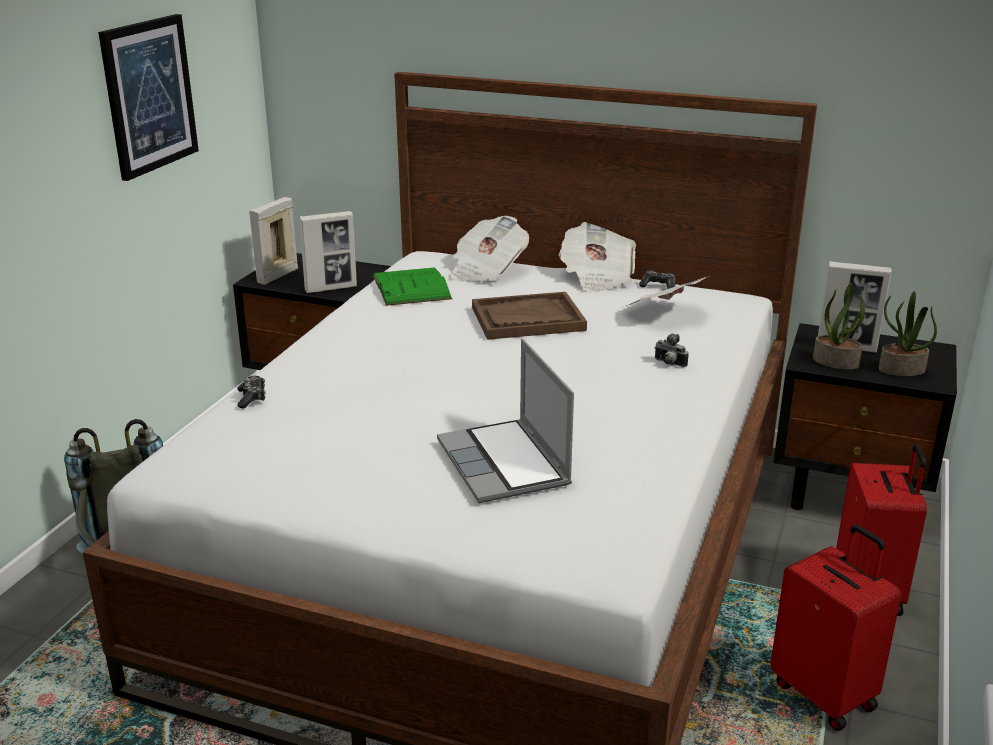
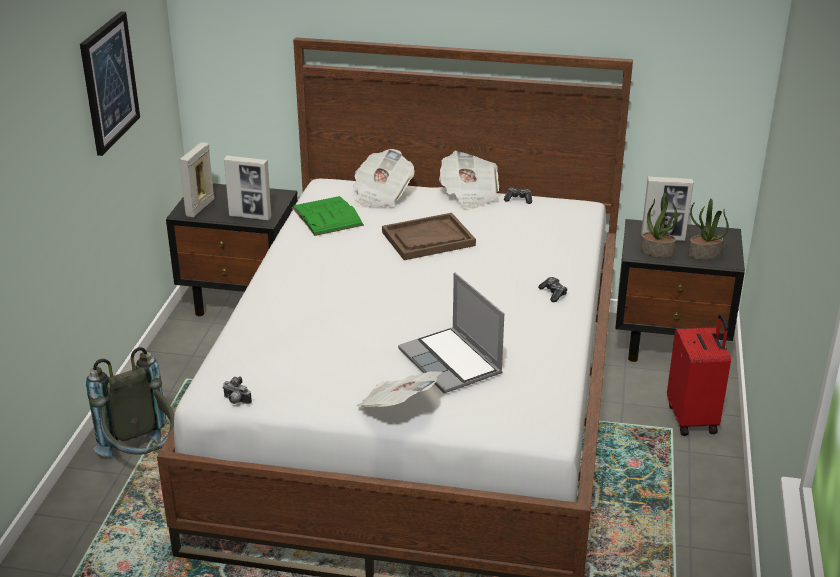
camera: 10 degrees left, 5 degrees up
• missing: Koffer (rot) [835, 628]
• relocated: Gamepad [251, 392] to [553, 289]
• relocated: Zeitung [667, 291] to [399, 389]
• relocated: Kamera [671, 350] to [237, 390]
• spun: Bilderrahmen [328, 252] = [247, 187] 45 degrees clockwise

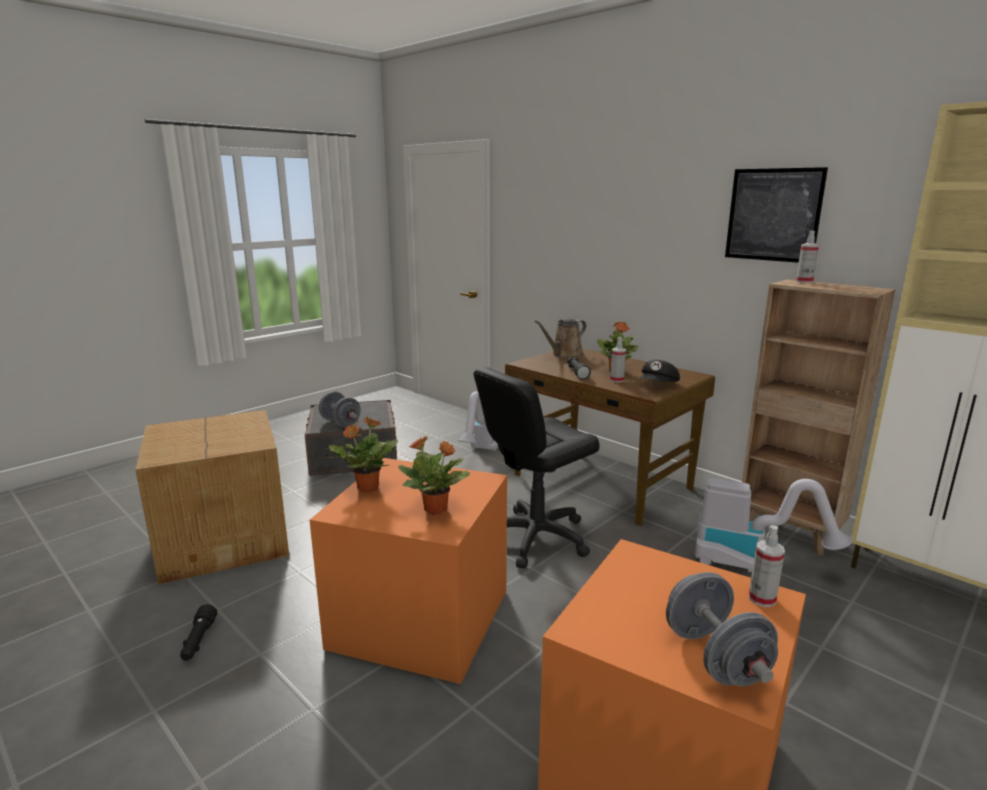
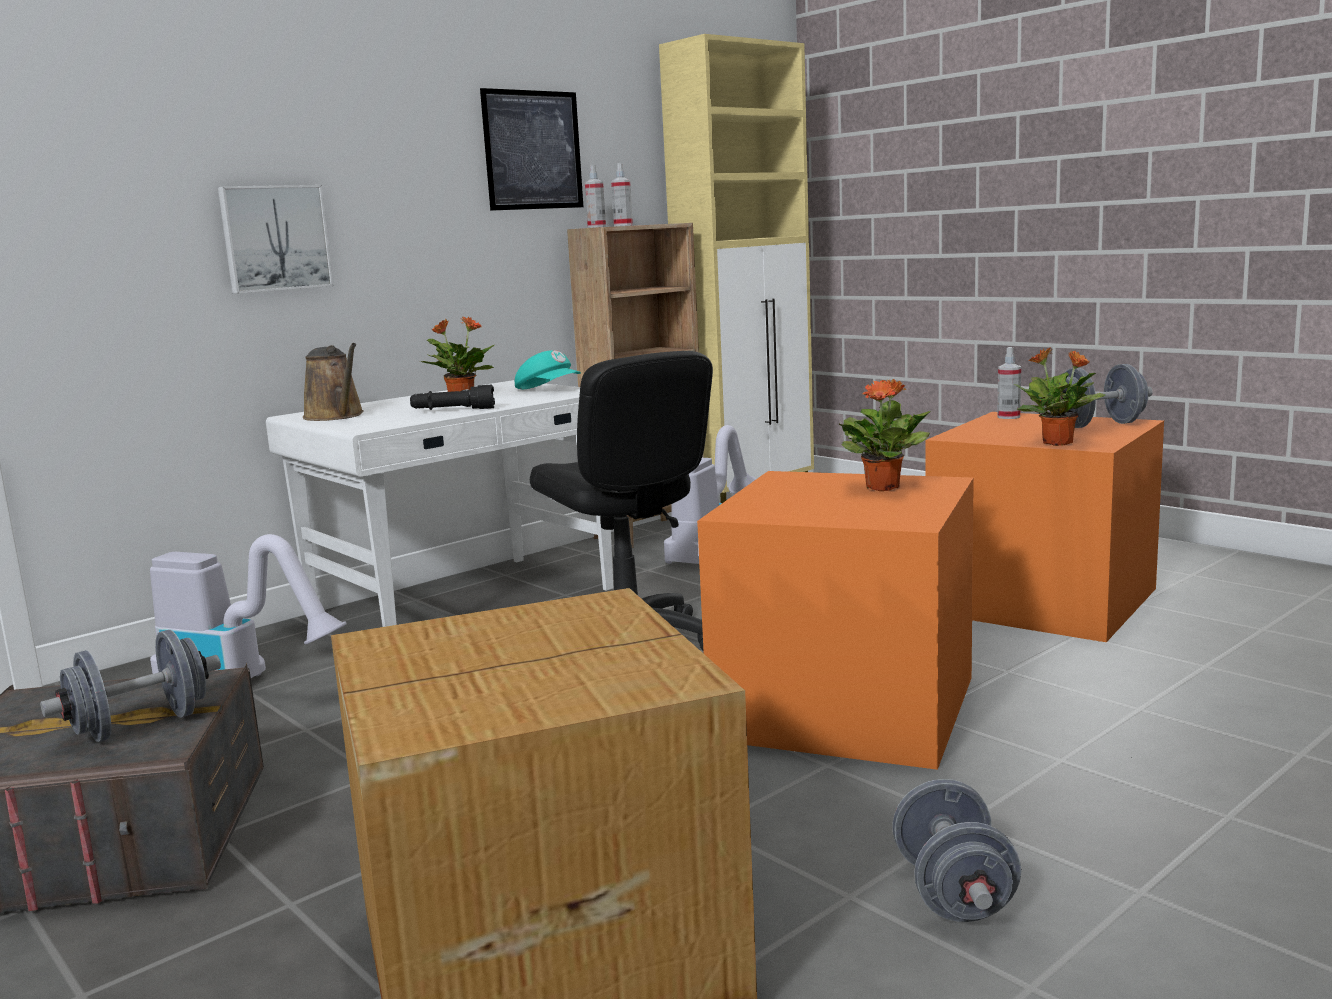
camera: 85 degrees left, 5 degrees down
• appeared: Bild [276, 239]
• relocated: Topfpflanze [363, 454] to [1059, 396]
• relocated: Sprühflasche [618, 360] to [622, 194]
• exchanged: Taschenlampe (schwarz) [198, 632] to Hantel (grau) [956, 850]
• colour: Schreibtisch (braun) [610, 437] to Schreibtisch (weiß) [439, 503]
• colour: Kappe (schwarz) [660, 371] to Kappe (türkis) [548, 369]

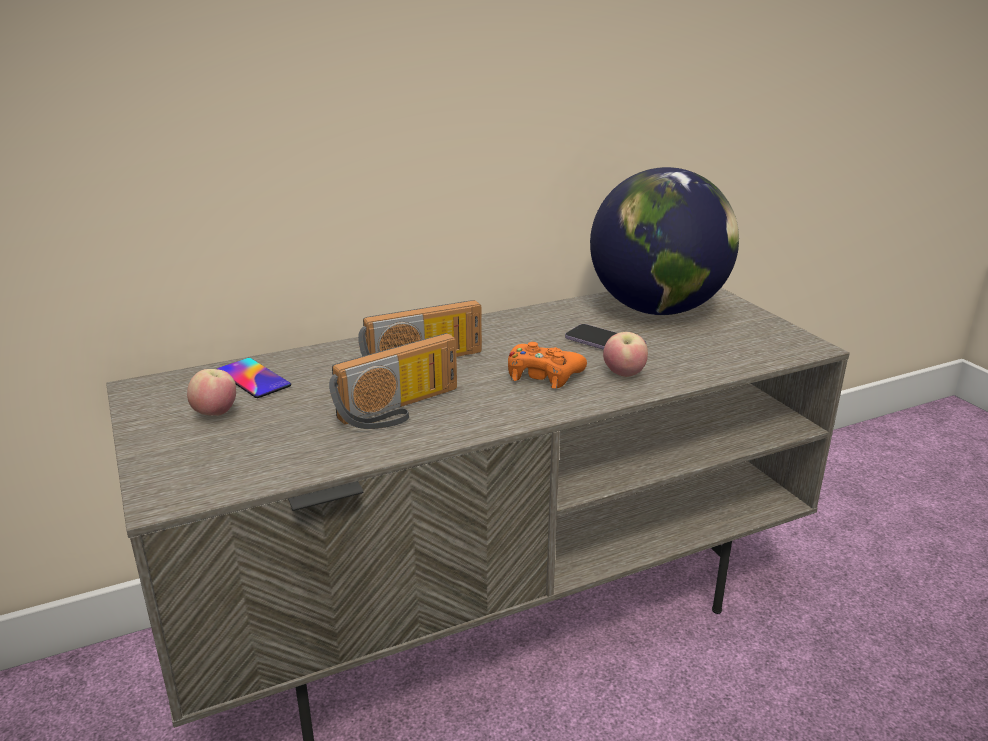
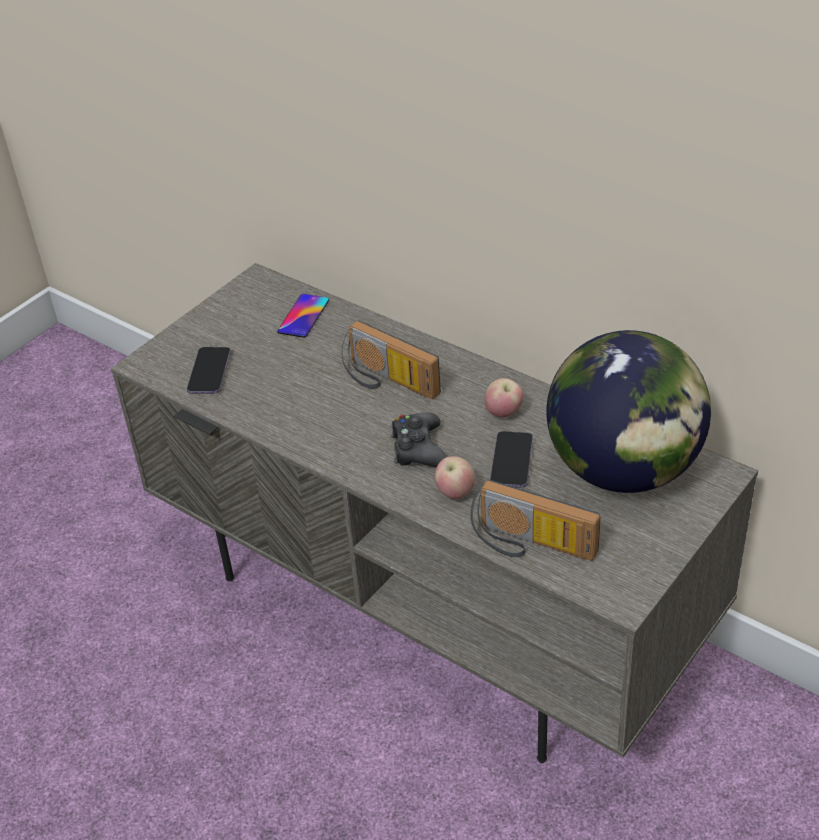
camera: 65 degrees right, 15 degrees up
• appeared: Handy [209, 370]
• relocated: Apfel [211, 392] to [503, 397]
• relocated: Radio [393, 381] to [535, 520]
• colour: Gamepad (orange) [547, 365] to Gamepad (schwarz) [418, 440]

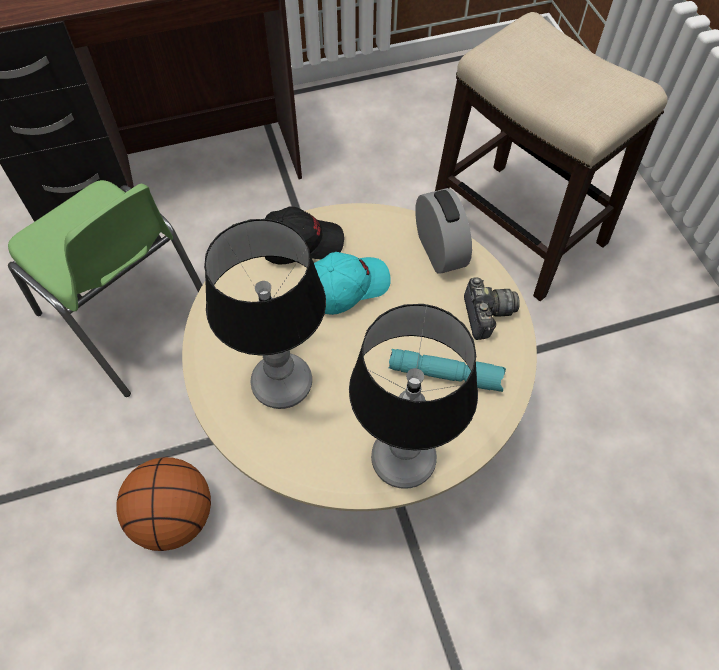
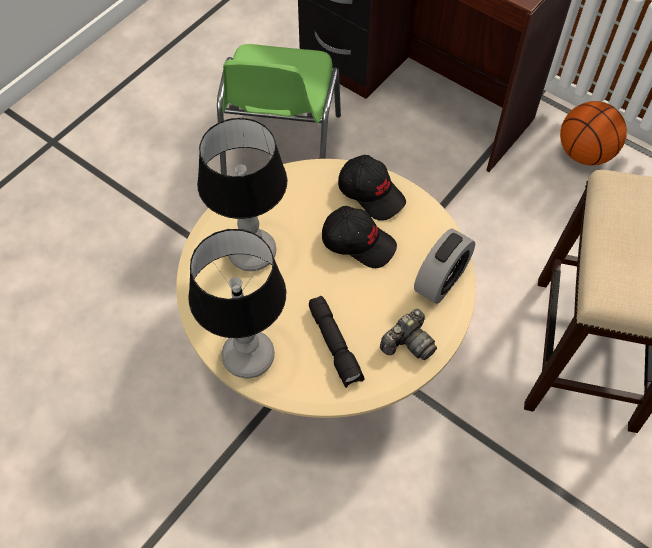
camera: 55 degrees right, 0 degrees up
• relocated: Basketball [163, 504] to [593, 133]
• colour: Kappe (türkis) [352, 283] to Kappe (schwarz) [359, 237]
• colour: Taschenlampe (türkis) [447, 370] to Taschenlampe (schwarz) [337, 342]

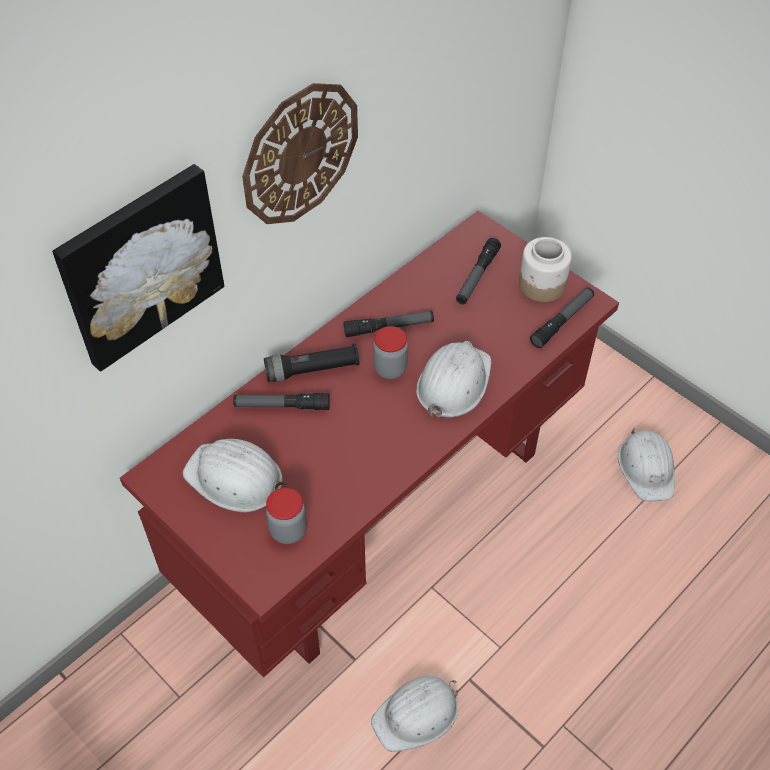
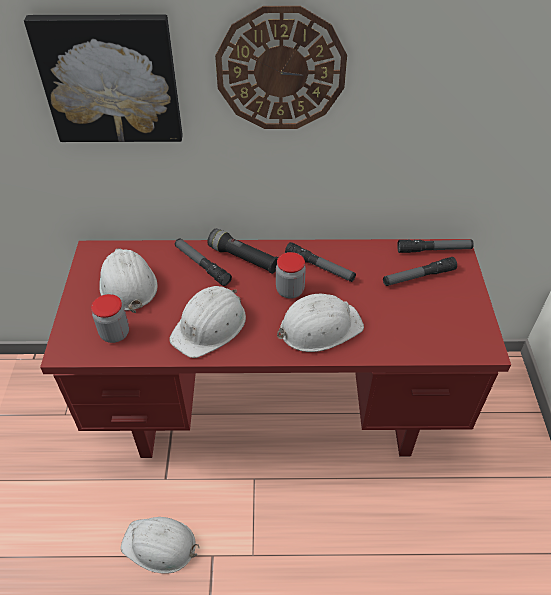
camera: 45 degrees right, 5 degrees down
• missing: Vorratsglas [545, 269]
• relocated: Taschenlampe [562, 318] to [435, 246]
• relocated: Schutzhelm (weiß) [646, 464] to [207, 322]

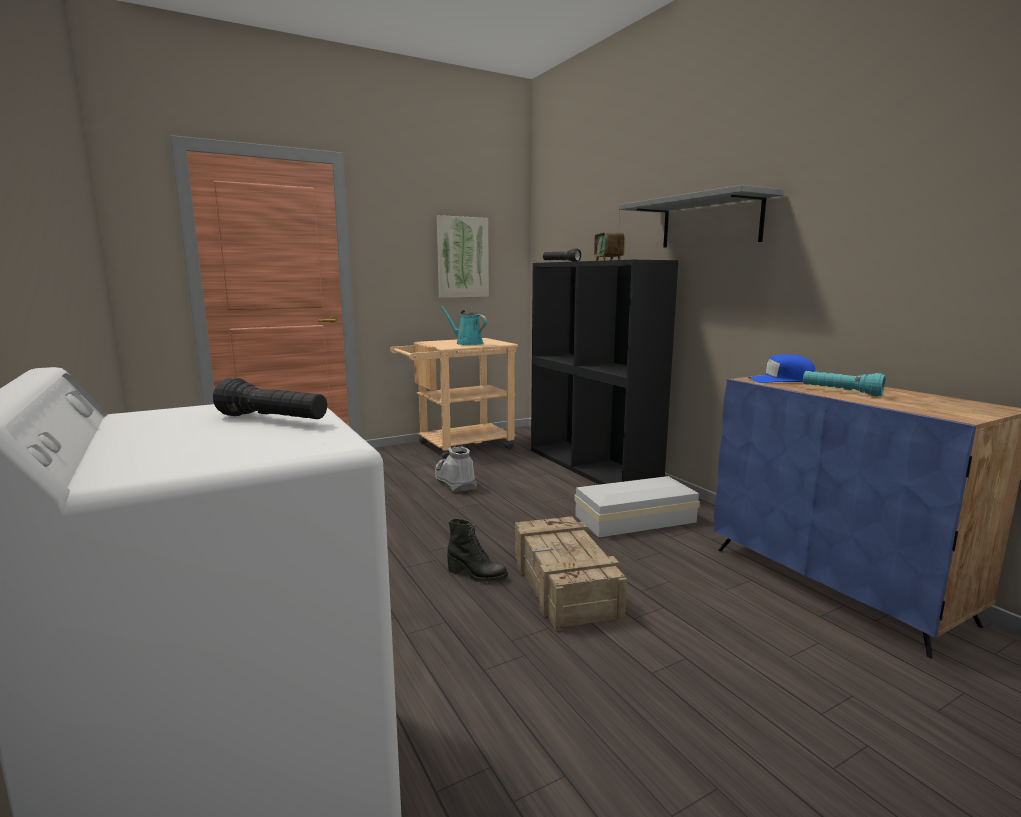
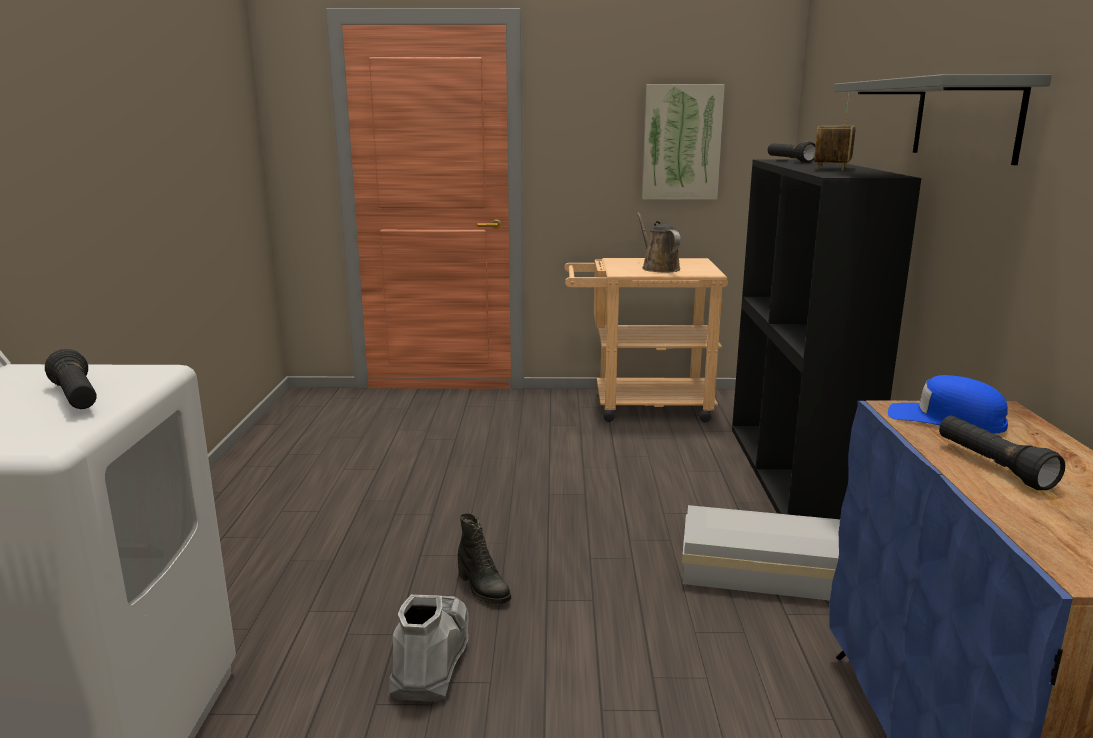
camera: 30 degrees right, 5 degrees up
• missing: Kiste [571, 573]
• relocated: Stiefel (grau) [456, 470] to [429, 647]
• colour: Gießkanne (türkis) [464, 325] to Gießkanne (braun) [658, 242]
• colour: Taschenlampe (türkis) [844, 384] to Taschenlampe (schwarz) [1002, 453]

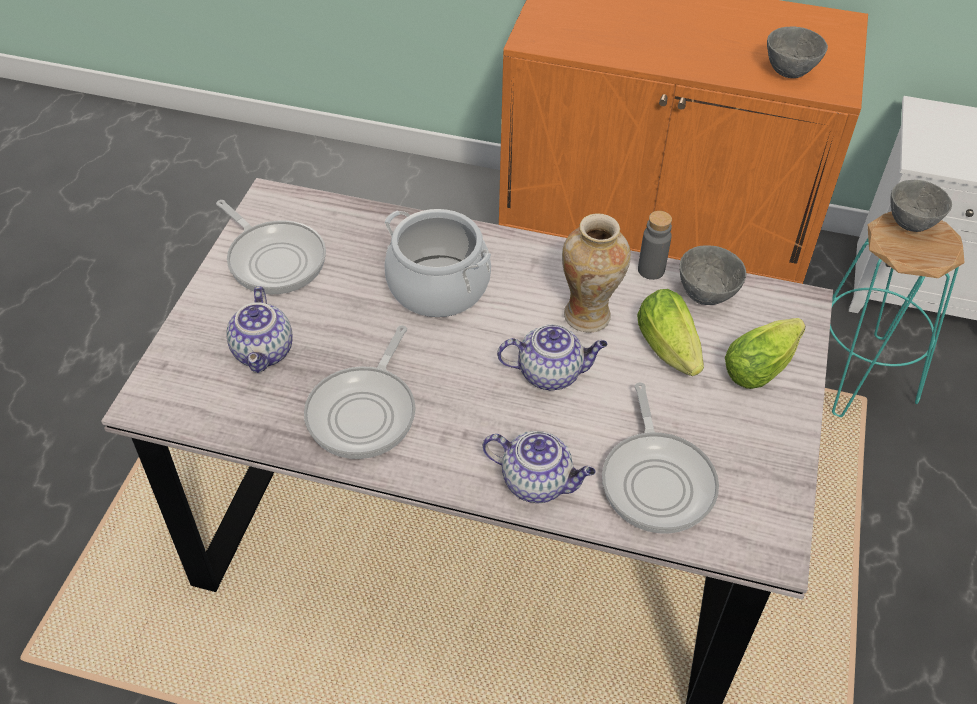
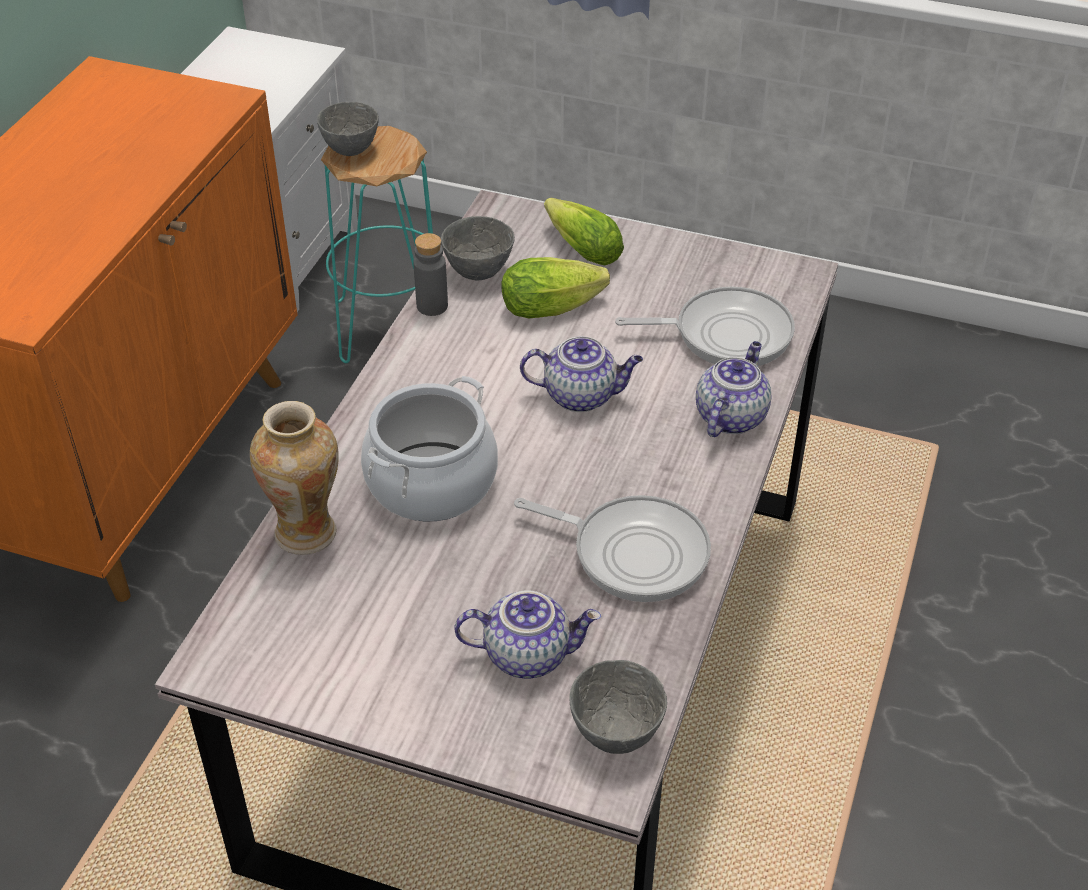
camera: 85 degrees left, 5 degrees down
• missing: Pfanne [271, 247]
• relocated: Vase [596, 273] to [294, 478]
• relocated: Schüssel (grau) [797, 52] to [618, 707]
• spun: Teekanne [552, 357] = [581, 374] 90 degrees clockwise

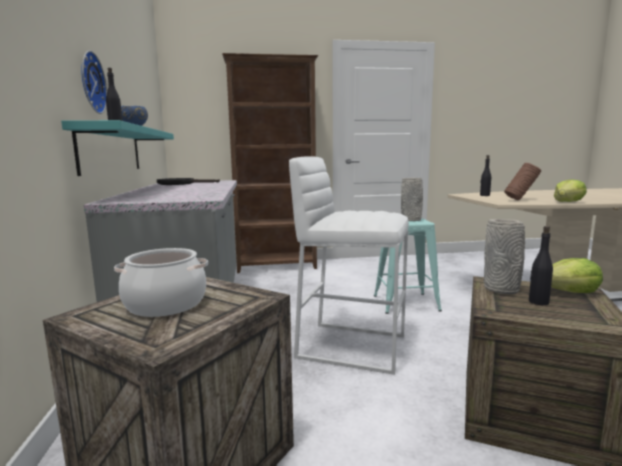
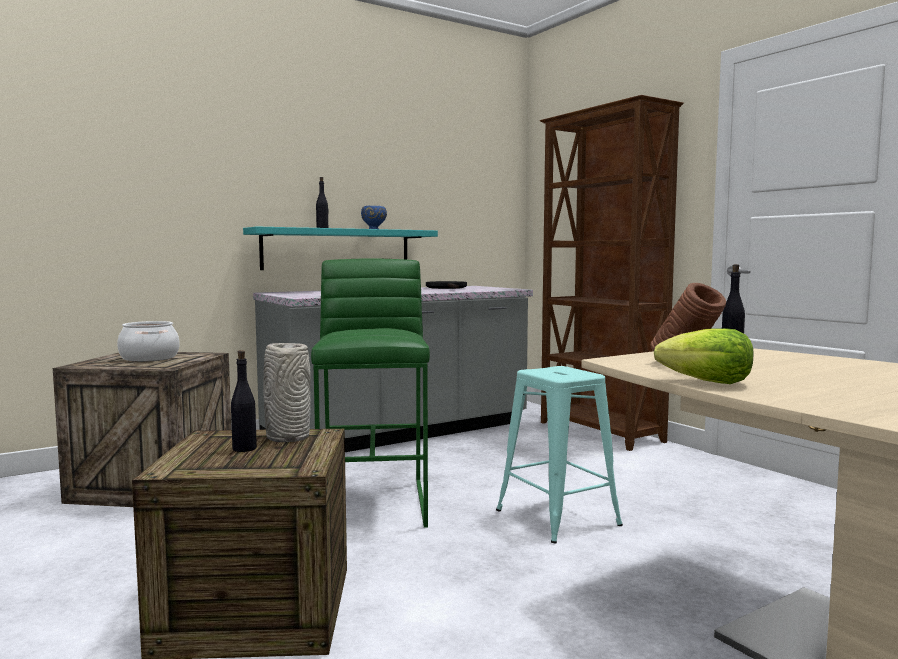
camera: 65 degrees right, 5 degrees down
• missing: Wanduhr [94, 82]
• missing: Vase (grau) [412, 199]
• missing: Salatkopf [577, 275]
• colour: Hocker (weiß) [349, 265] to Hocker (grün) [370, 393]

